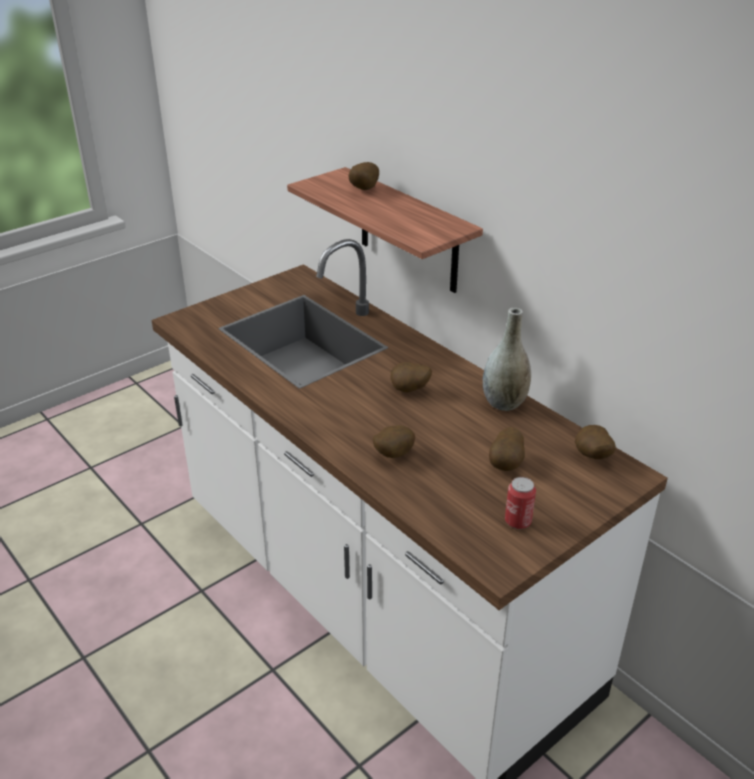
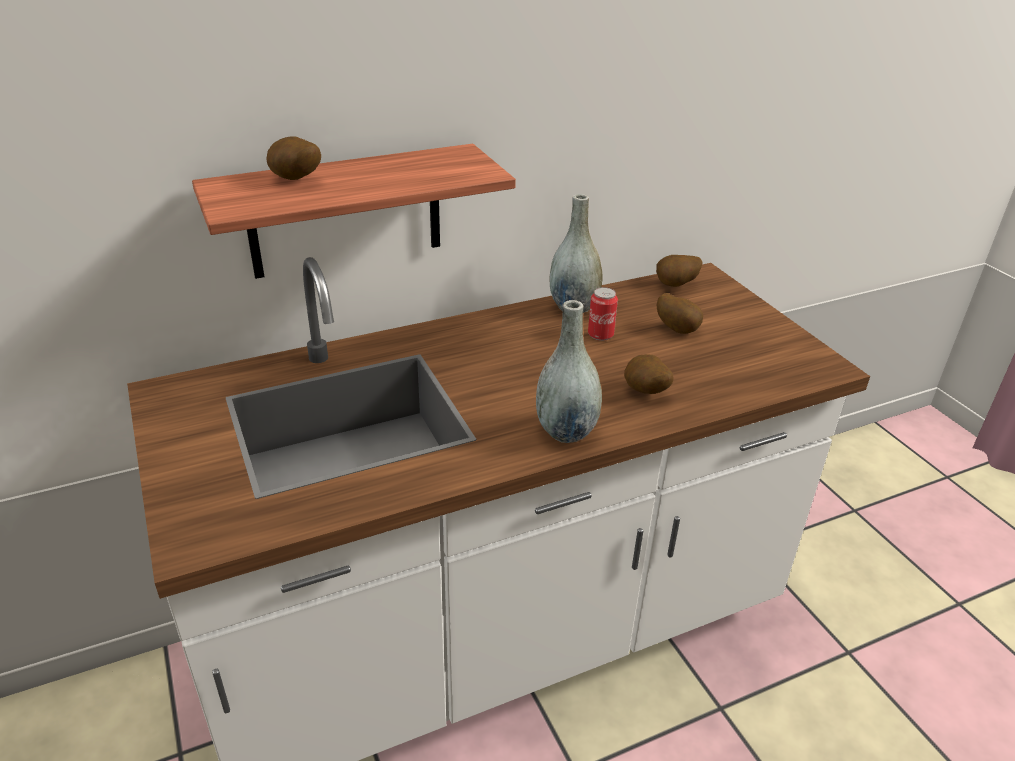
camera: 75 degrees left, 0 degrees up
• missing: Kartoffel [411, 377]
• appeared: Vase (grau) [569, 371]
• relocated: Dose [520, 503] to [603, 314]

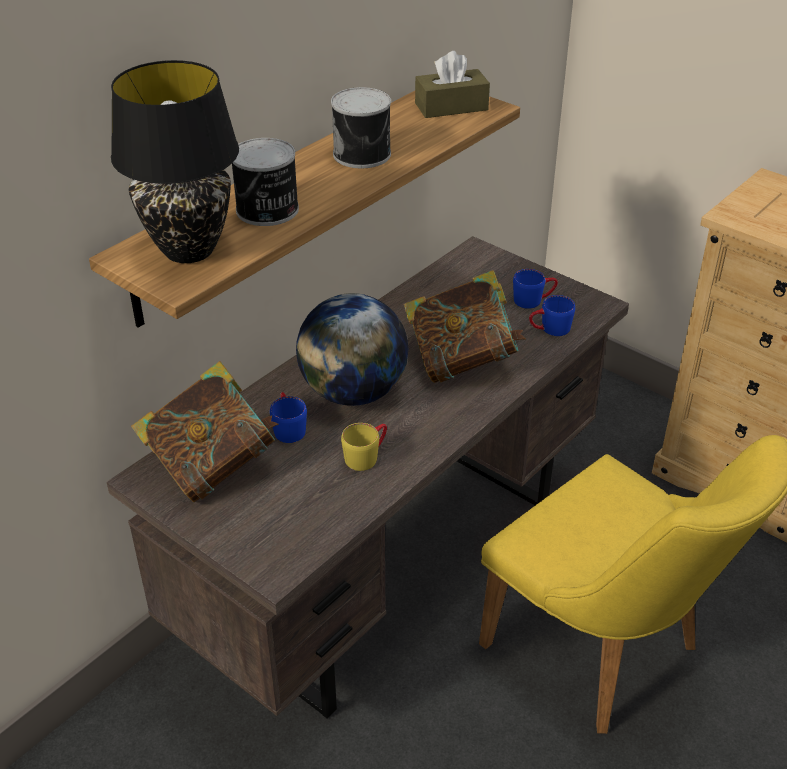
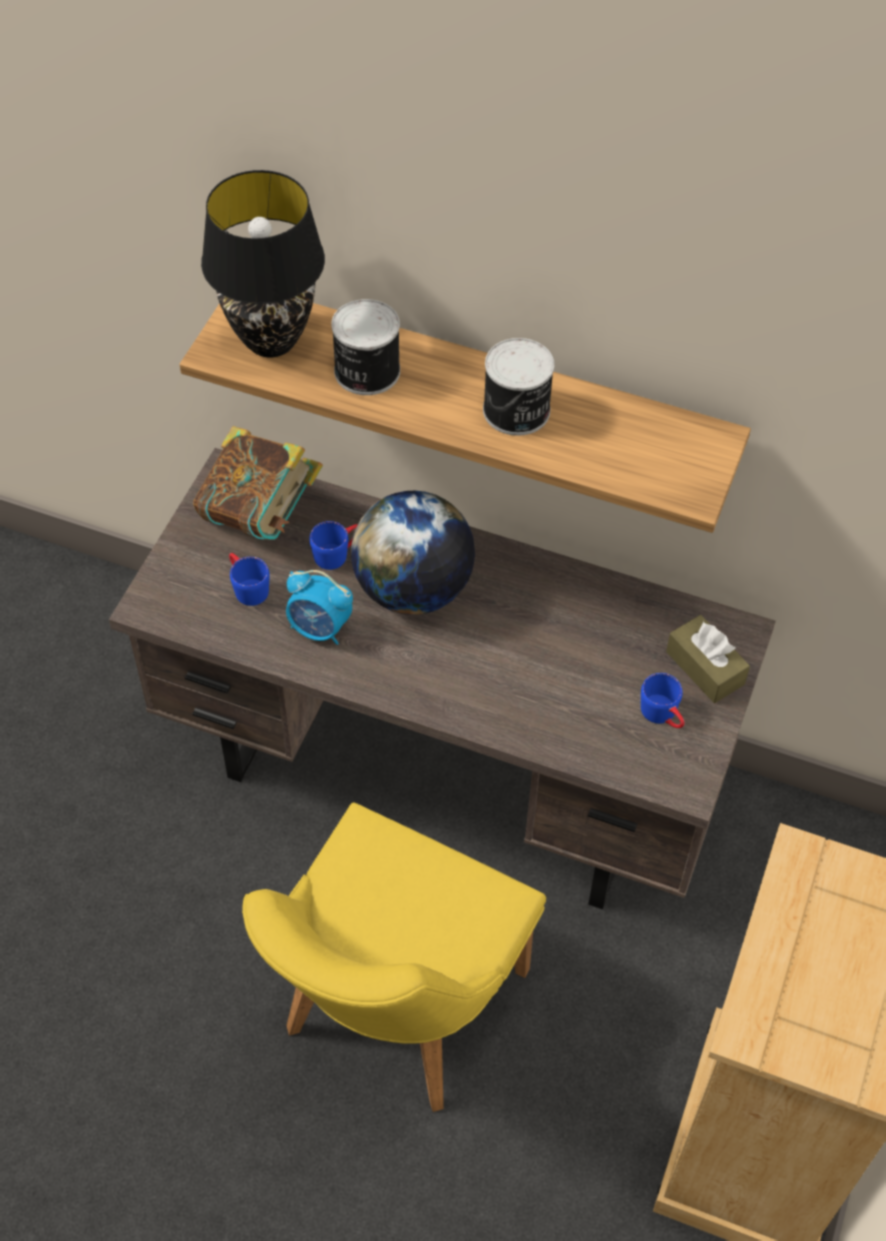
camera: 70 degrees right, 15 degrees up
• missing: Buch [465, 326]
• relocated: Taschentuchbox (braun) [452, 84] to [708, 659]
• relocated: Henkelbecher (blau) [552, 315] to [249, 579]
• exchanged: Henkelbecher (gelb) [364, 447] to Wecker [319, 607]

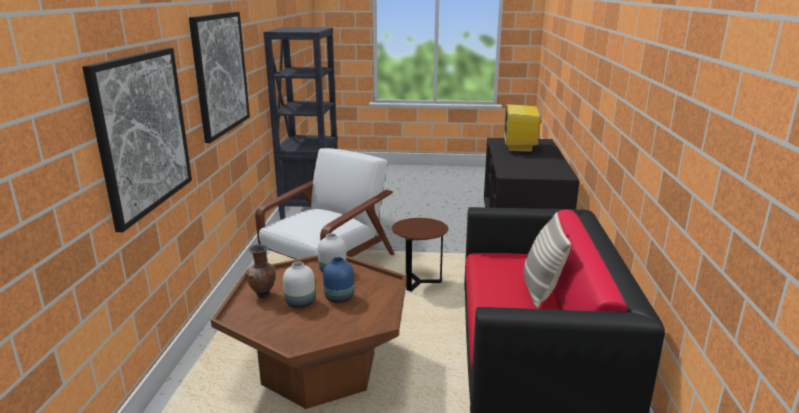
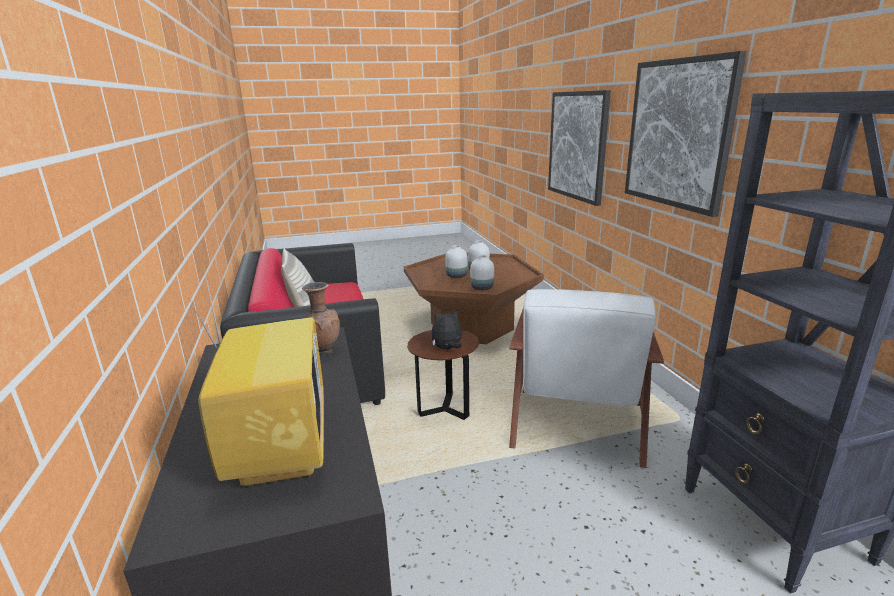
camera: 160 degrees right, 0 degrees up
• appeared: Plüschtier [446, 329]
• relocated: Vase (braun) [260, 271] to [321, 319]
• colour: Vase (blau) [338, 280] to Vase (weiß) [456, 261]

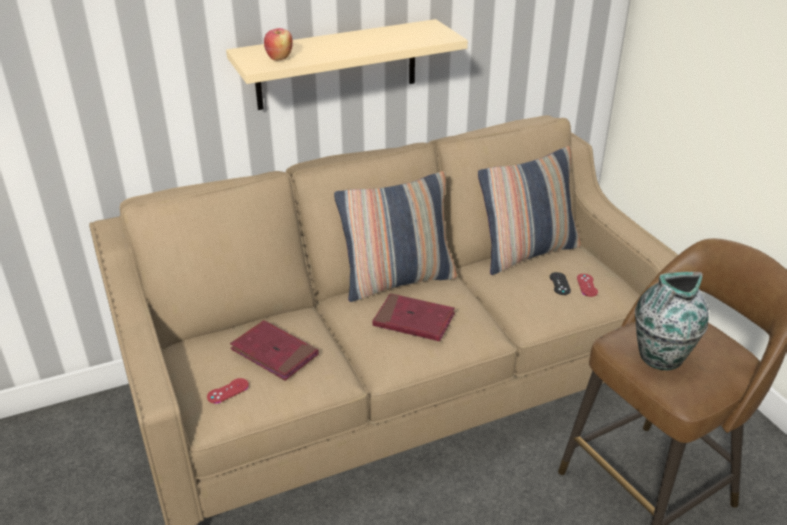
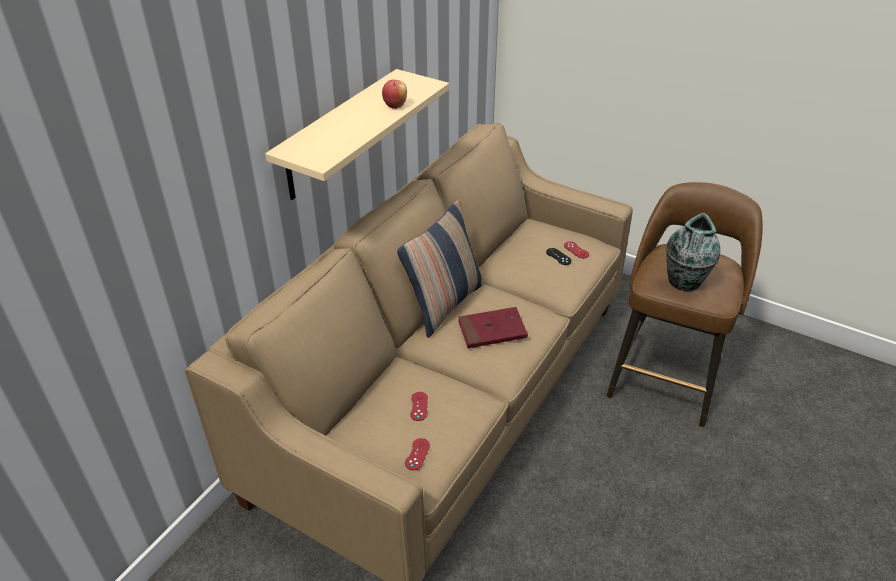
camera: 35 degrees left, 5 degrees up
• missing: Kissen [529, 210]
• relocated: Apfel [278, 44] to [394, 94]
• exchanged: Buch (rot) [274, 350] to Gamepad (rot) [419, 406]

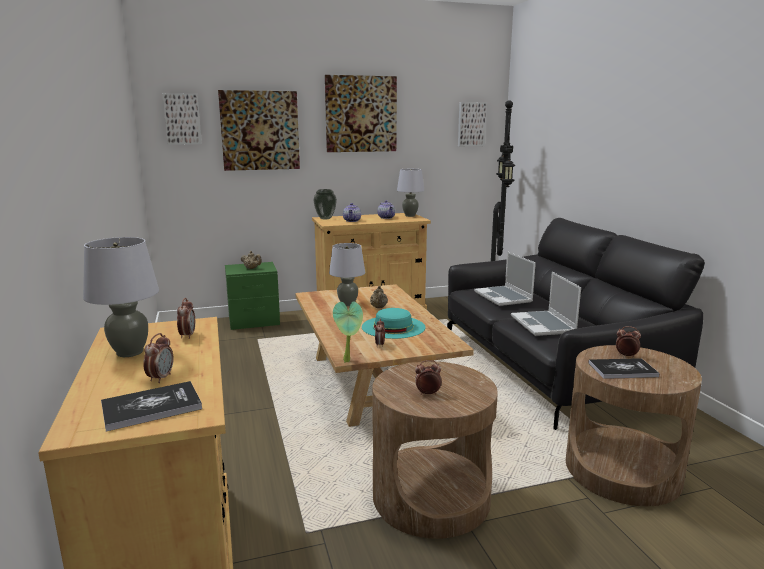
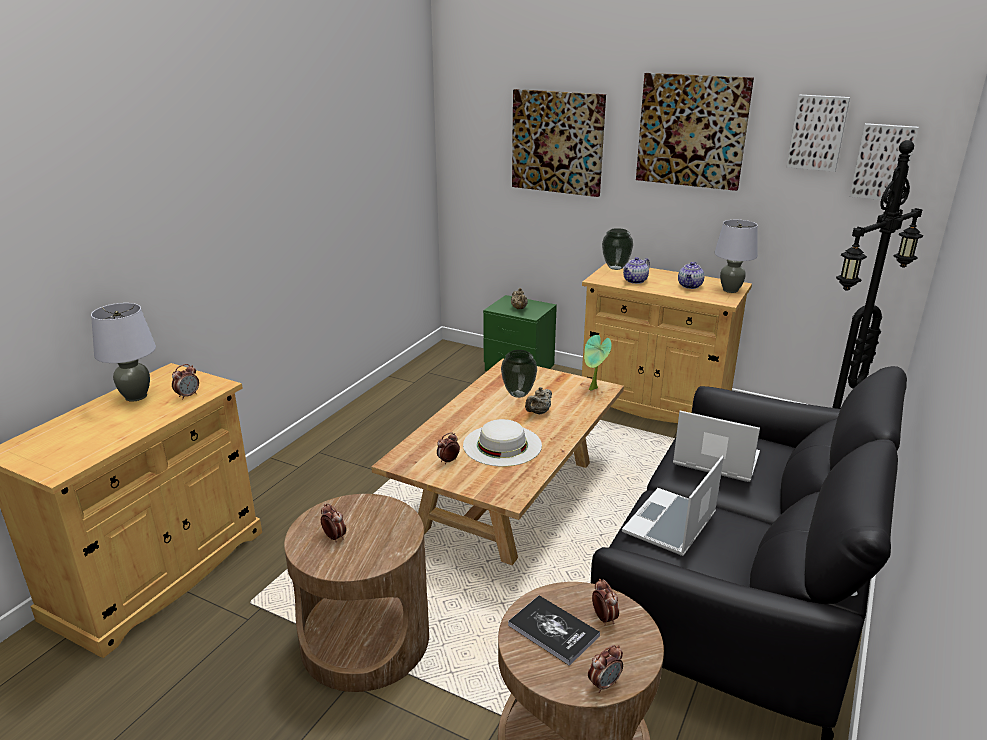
camera: 45 degrees right, 10 degrees up
• missing: Buch [151, 406]
• relocated: Wecker [158, 358] to [605, 669]
• relocated: Bild [182, 119] to [818, 133]
• relocated: Topfpflanze [348, 331] to [598, 363]
• exchanged: Tischlampe (grau) [347, 274] to Vase [519, 374]
• colour: Hut (türkis) [394, 323] to Hut (weiß) [502, 443]
• spun: Laptop [505, 278] = [716, 446] 90 degrees clockwise

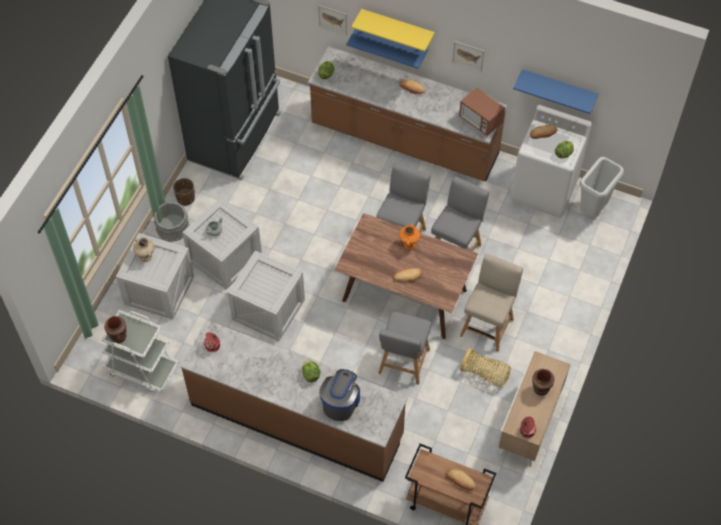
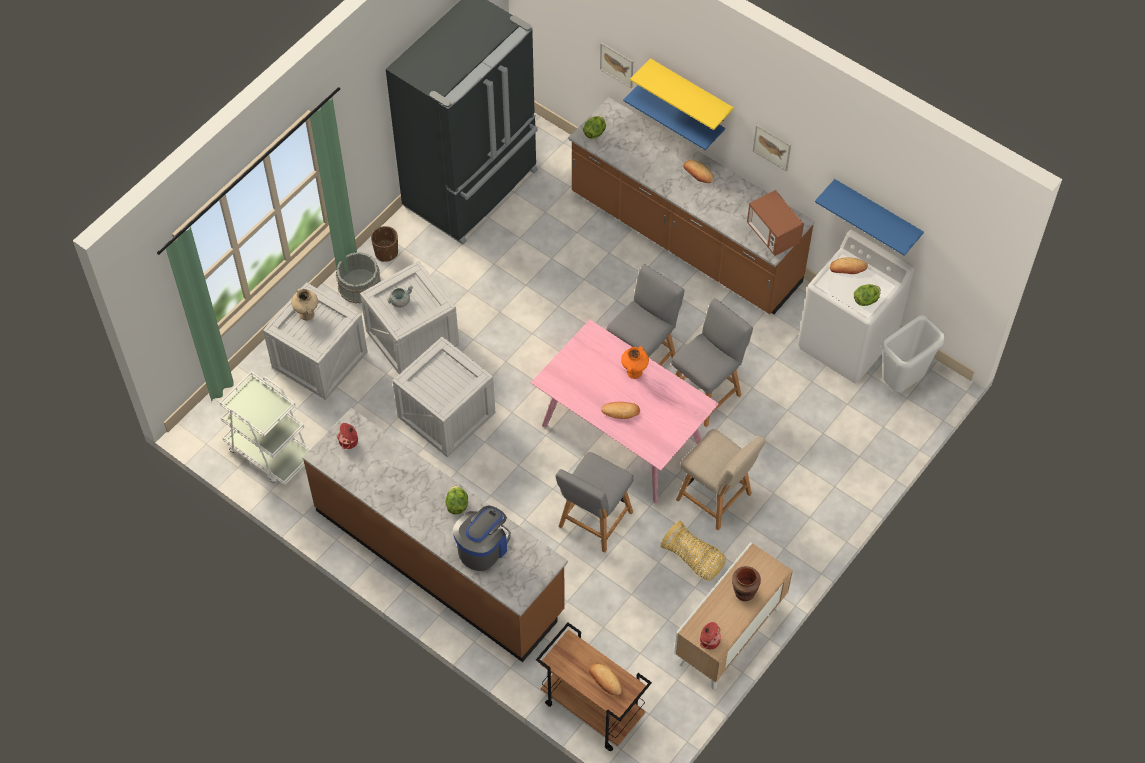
camera: 15 degrees right, 0 degrees up
• missing: Vase (braun) [115, 329]
• colour: Esstisch (braun) [406, 276] to Esstisch (rosa) [625, 411]
• spun: Stuhl (beige) [491, 302] = [721, 480] 90 degrees clockwise

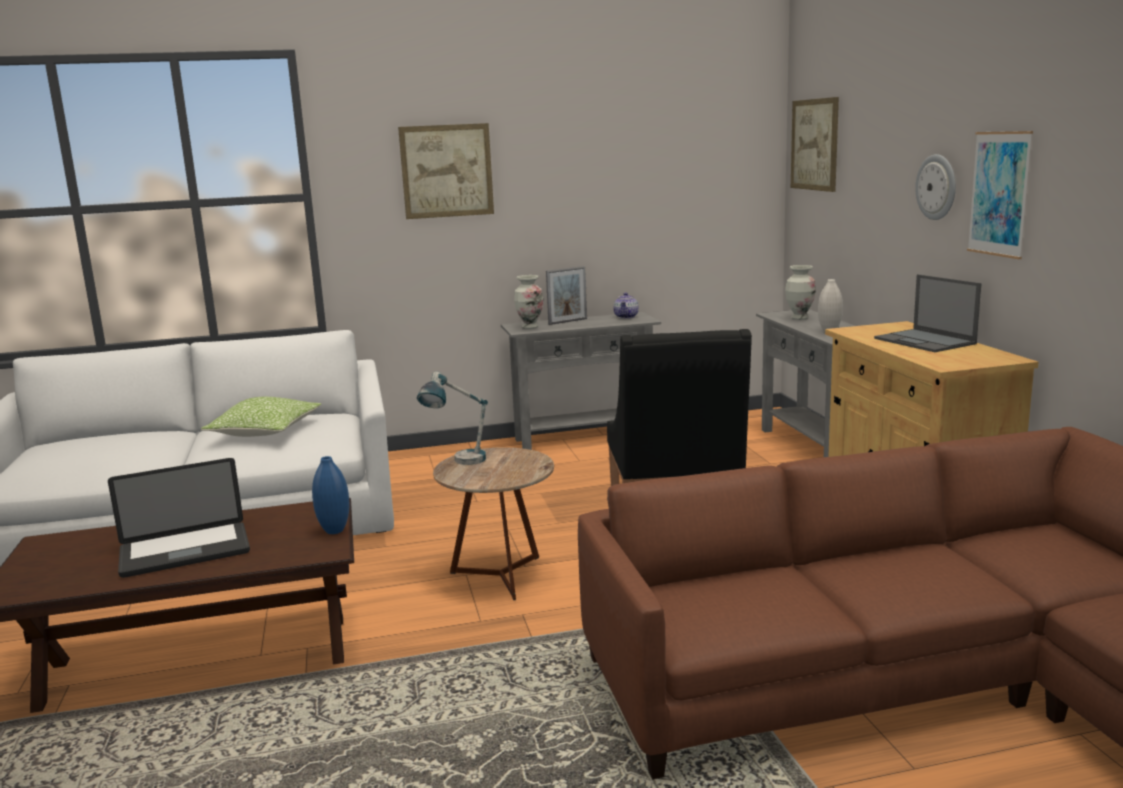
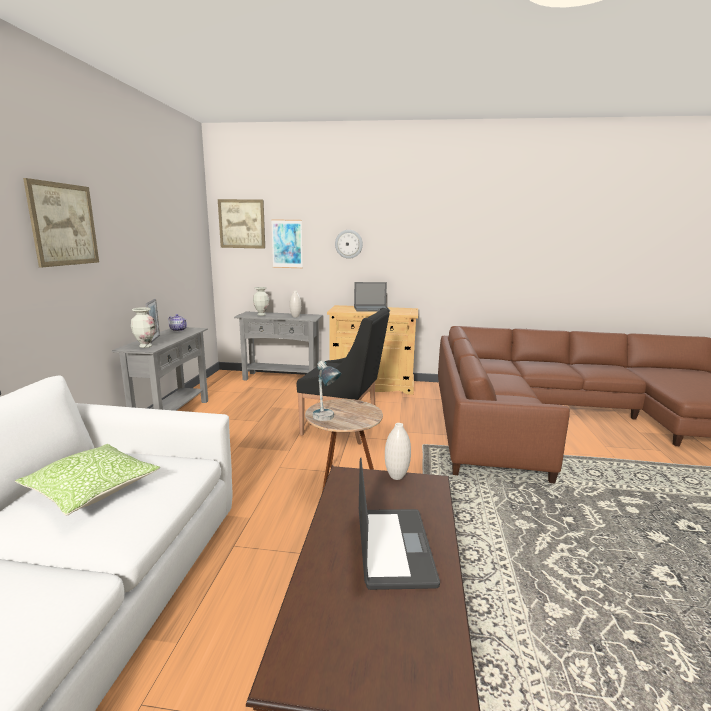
camera: 70 degrees left, 0 degrees up
• relocated: Bild [1000, 195] to [287, 243]
• colour: Vase (blau) [331, 495] to Vase (weiß) [398, 451]

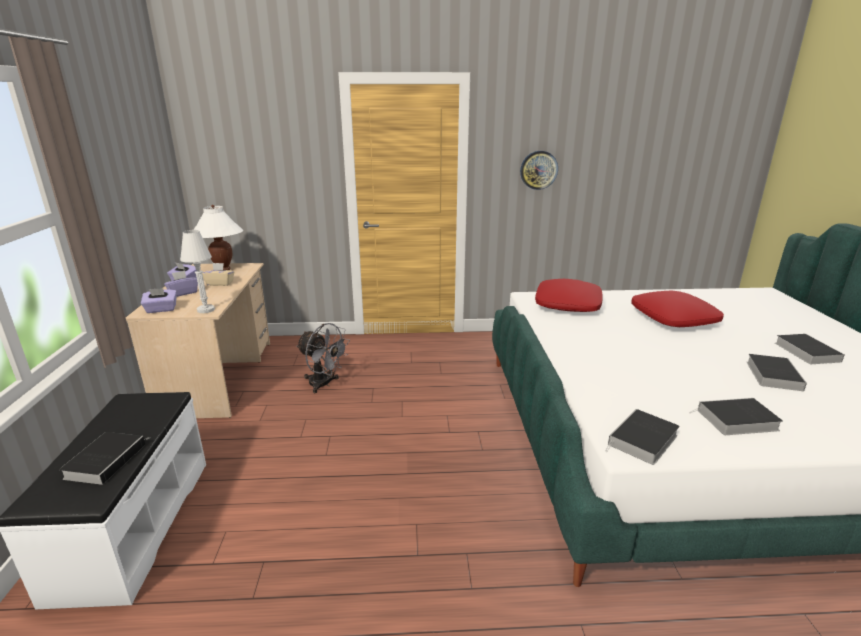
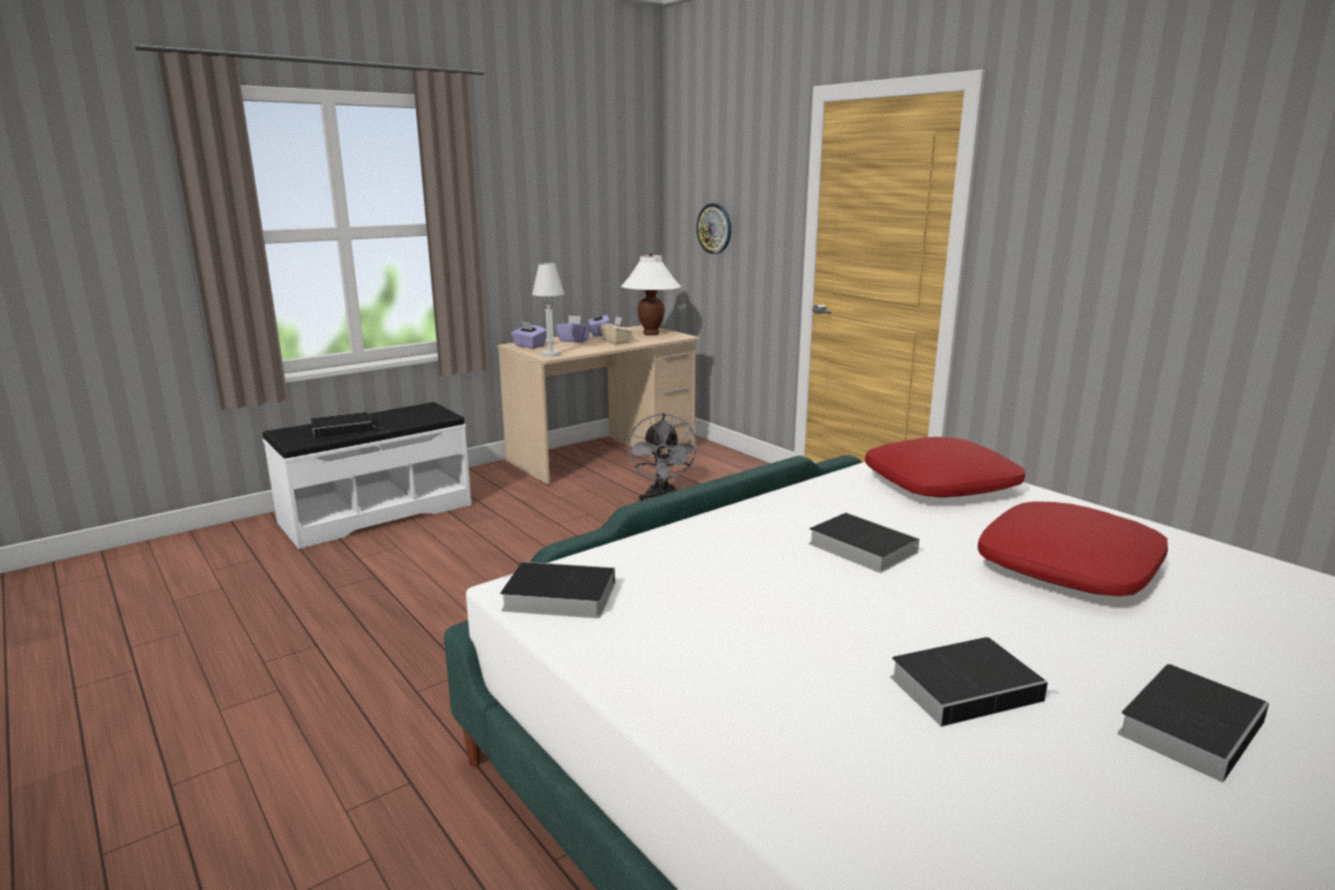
camera: 55 degrees right, 5 degrees down
• relocated: Wanduhr [539, 170] to [713, 228]
• relocated: Buch [736, 416] to [864, 543]

